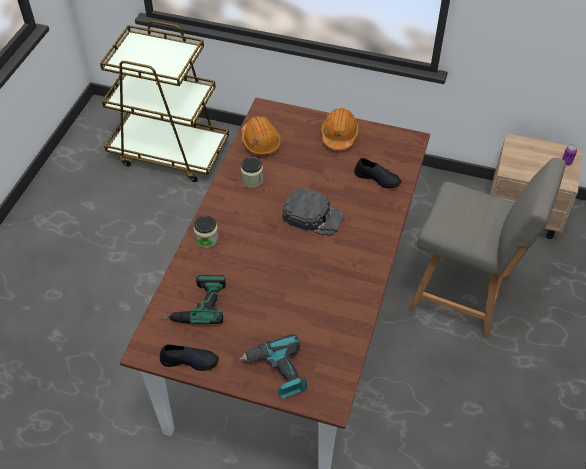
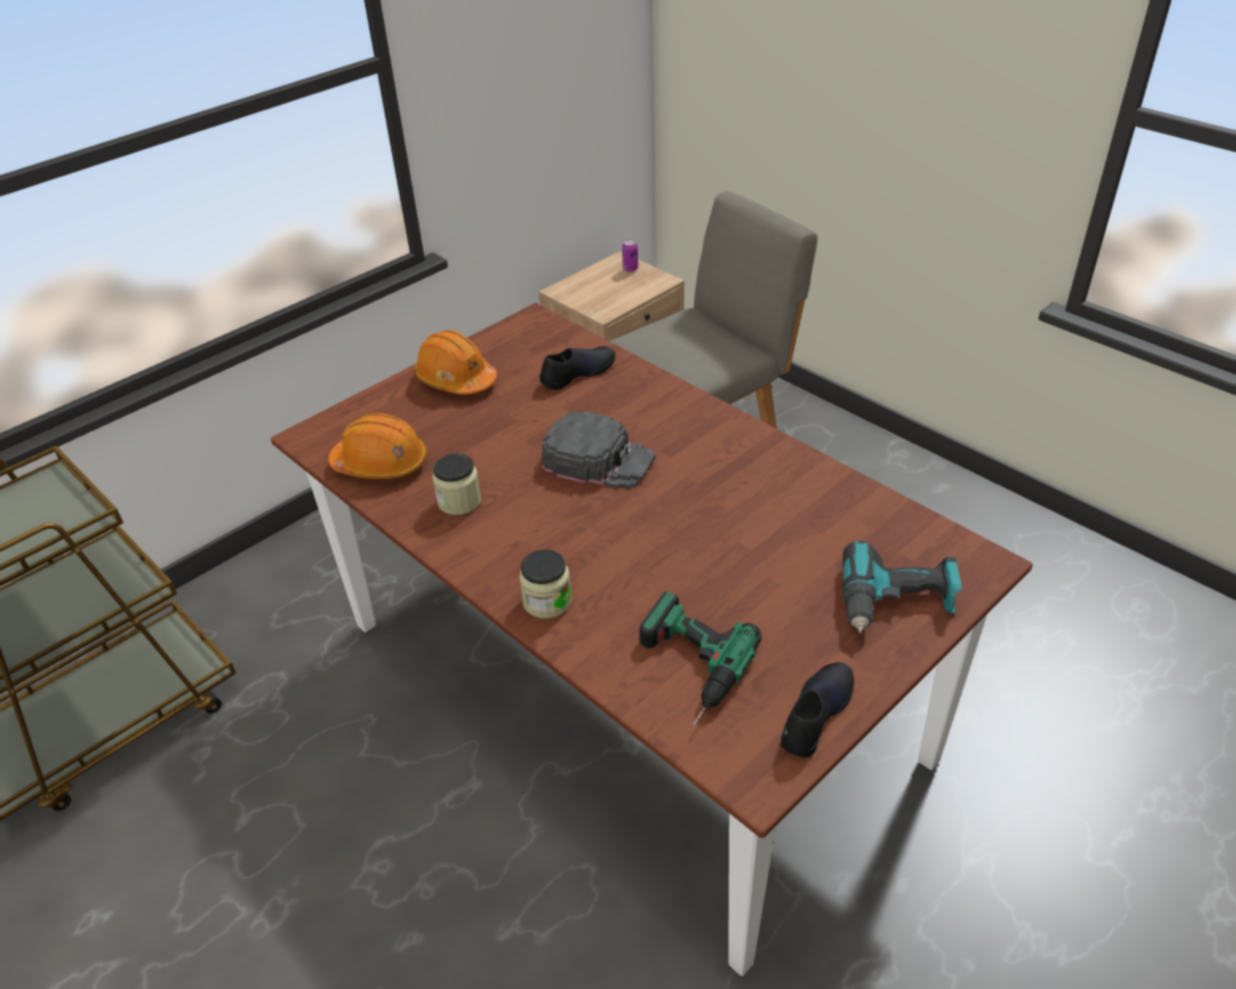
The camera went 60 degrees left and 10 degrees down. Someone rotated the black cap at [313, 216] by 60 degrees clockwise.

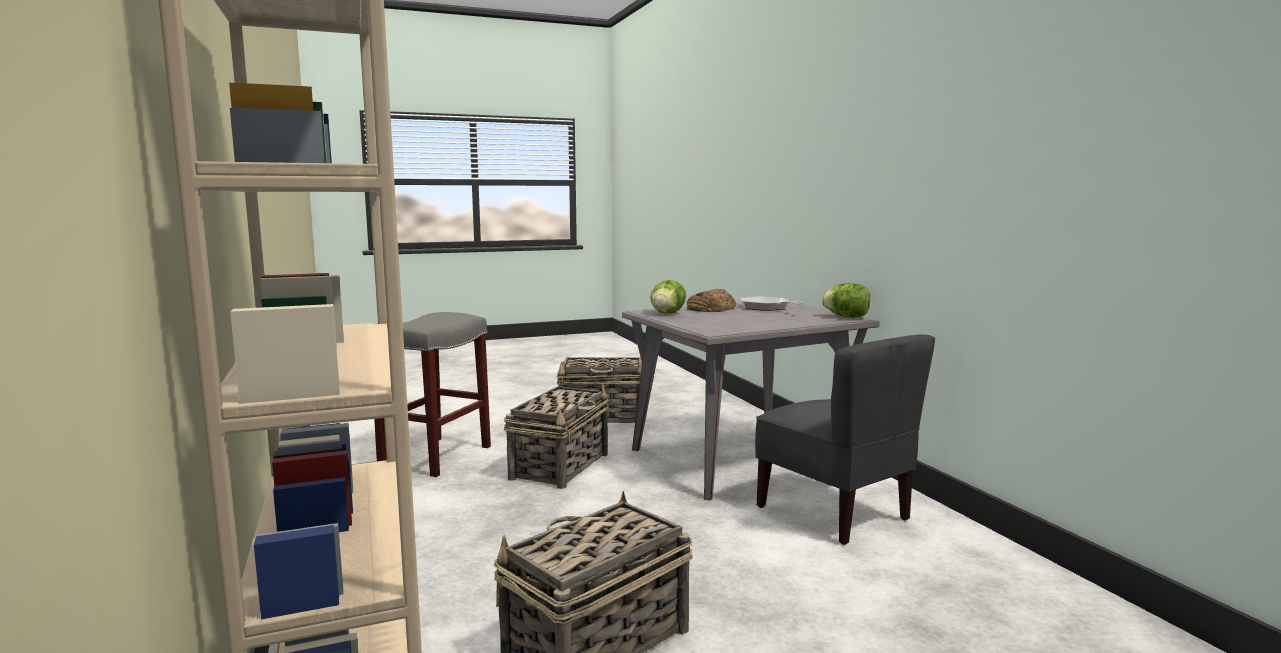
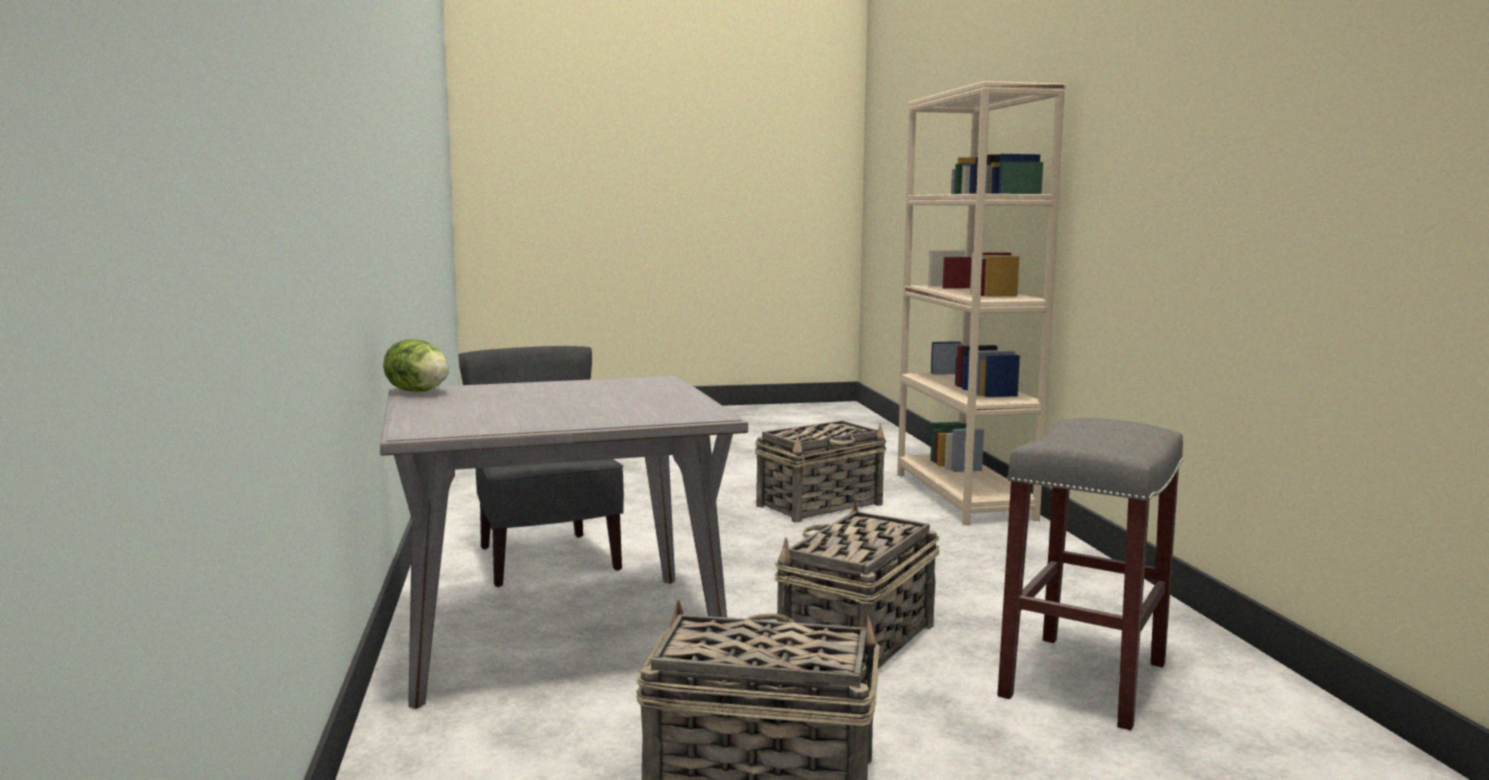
The camera went 170 degrees left and 0 degrees up. Someone took away the lettuce at [667, 313]. Someone took away the bread at [711, 308]. Someone took away the frying pan at [767, 308].

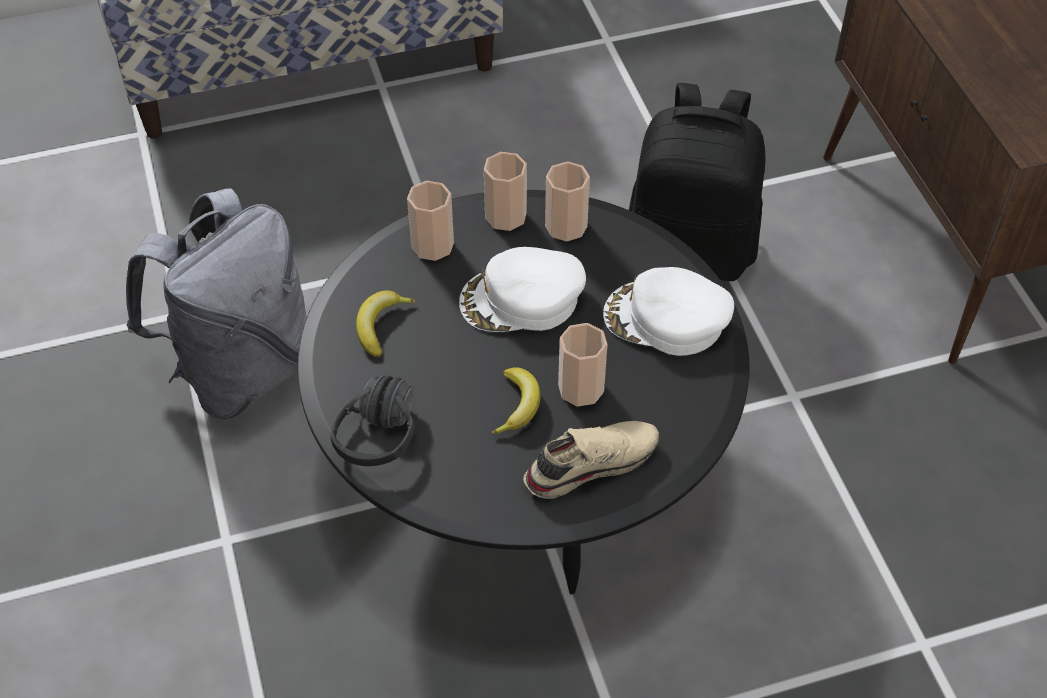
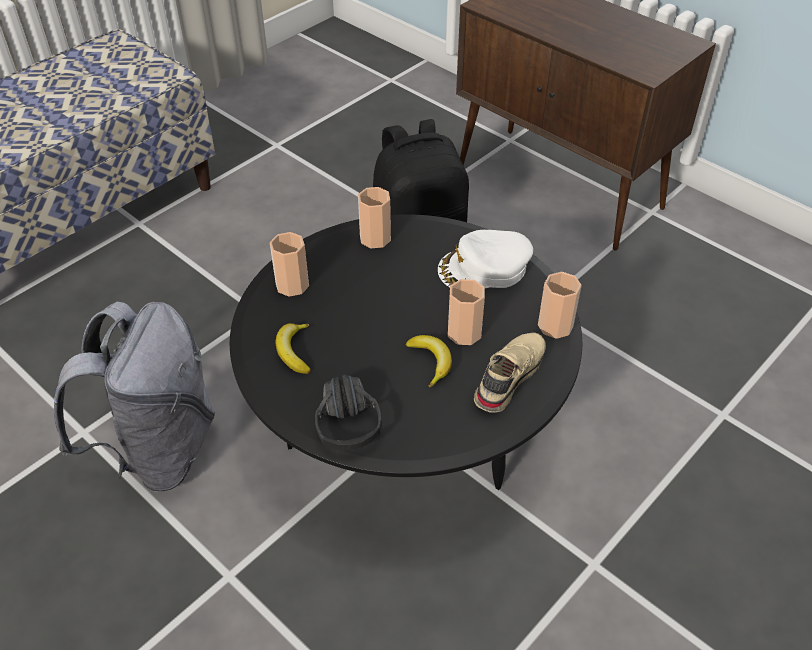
The camera went 30 degrees left and 5 degrees down. Someone took away the white cap at [522, 299]. Someone carried the cup from [505, 216] to [555, 326].

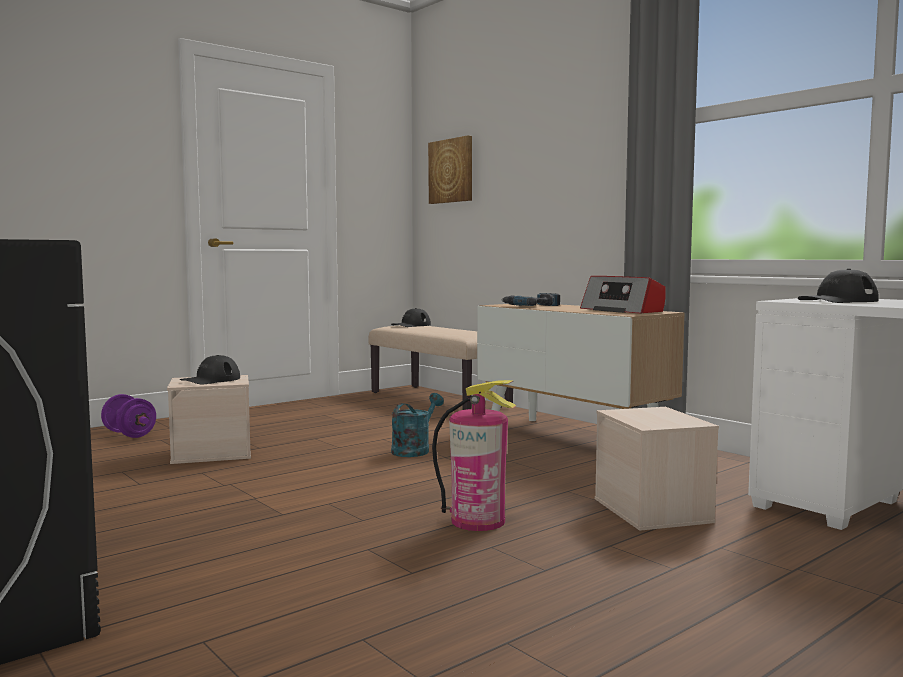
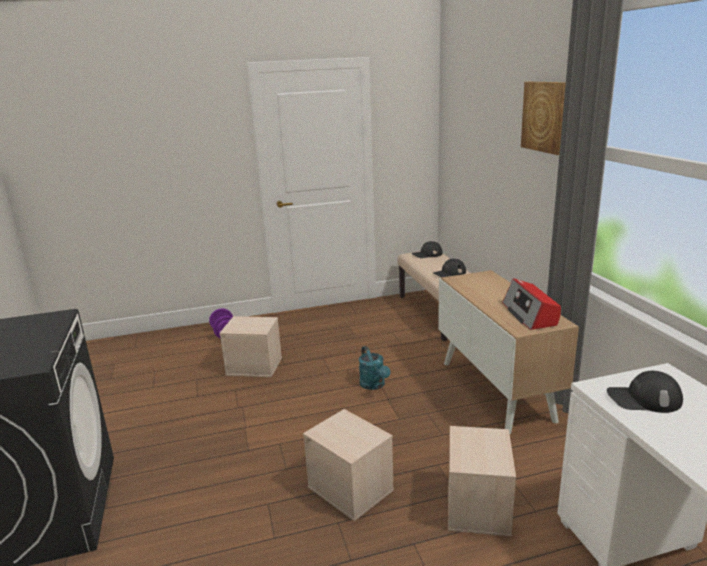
The camera went 25 degrees right and 15 degrees up. Someone took away the power drill at [531, 306]. Someone carried the black cap from [210, 380] to [449, 273]. Someone carried the picture from [451, 171] to [545, 116]. Someone swapped the fire extinguisher at [478, 521] for the beige storage box at [351, 488]. Someone rotated the turquoise watering can at [414, 450] by 105 degrees clockwise.

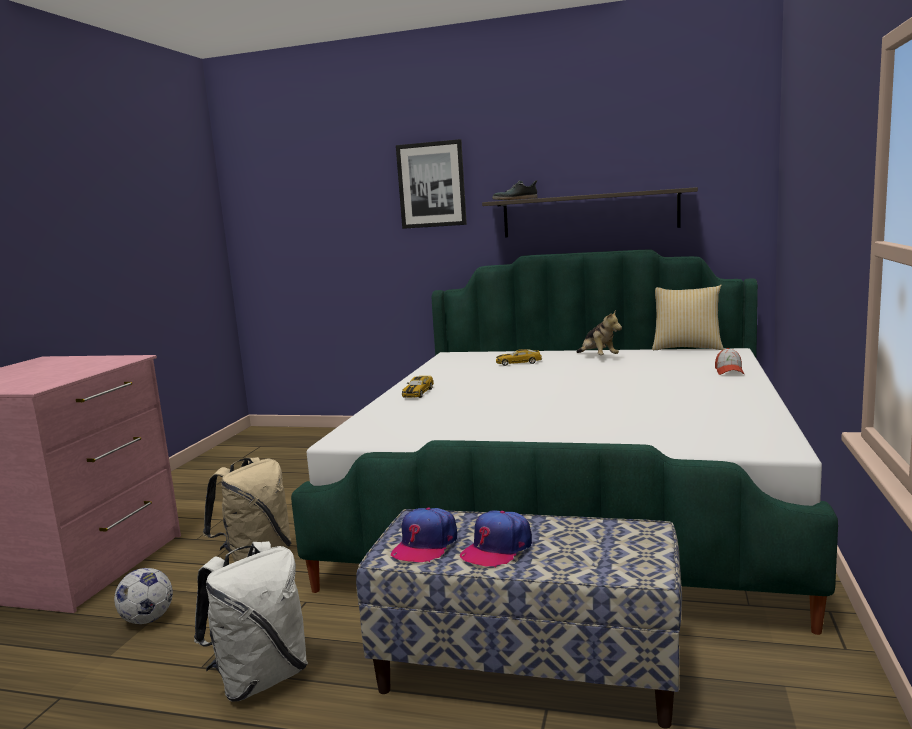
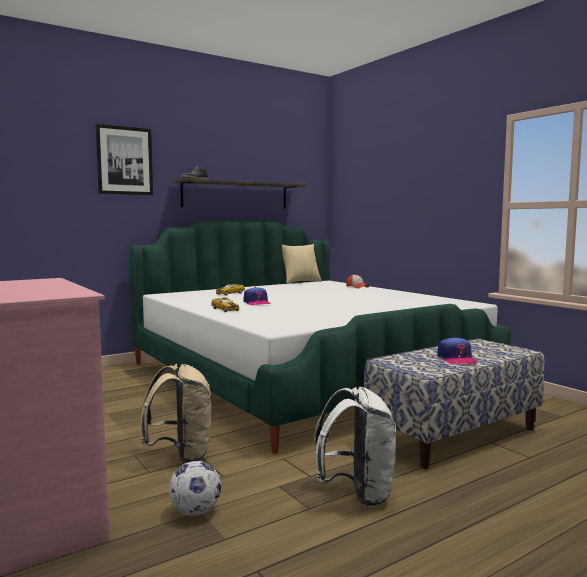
The camera went 50 degrees left and 5 degrees down. Someone took away the plush toy at [598, 357]. Someone carried the cap from [425, 545] to [257, 303].

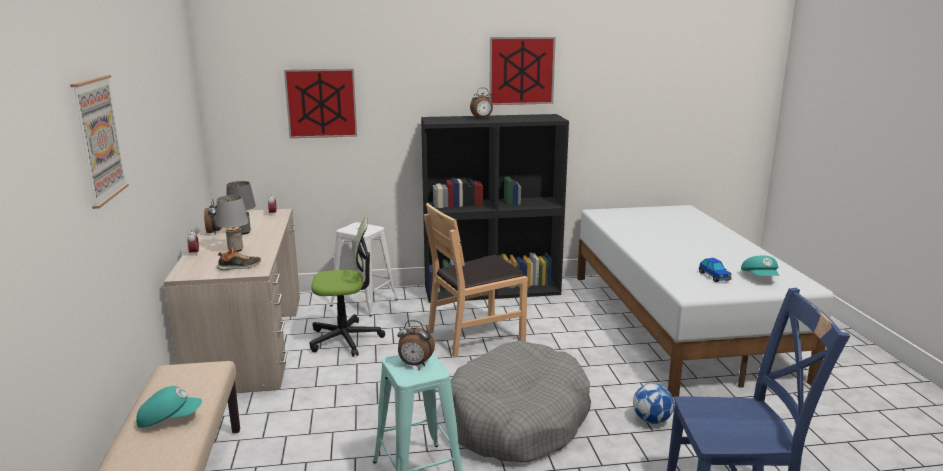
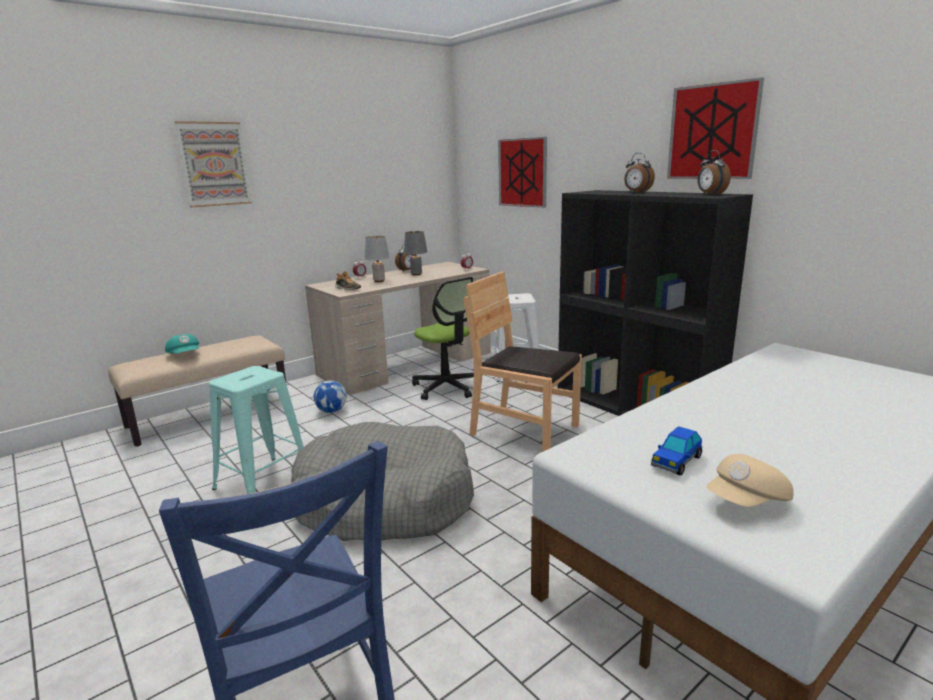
The camera went 60 degrees right and 0 degrees up. Someone carried the alarm clock from [415, 364] to [710, 194]. Someone carried the football from [651, 420] to [331, 411]. Someone repainted the turquoise cap at [760, 277], which became the beige cap at [747, 502].

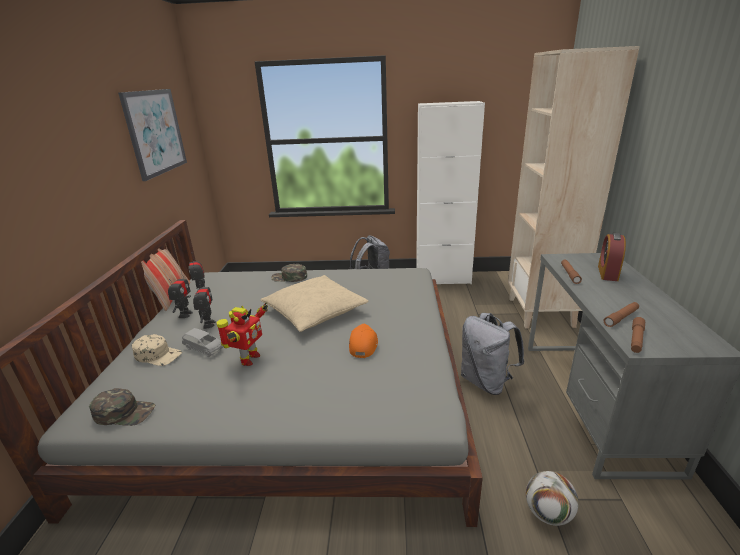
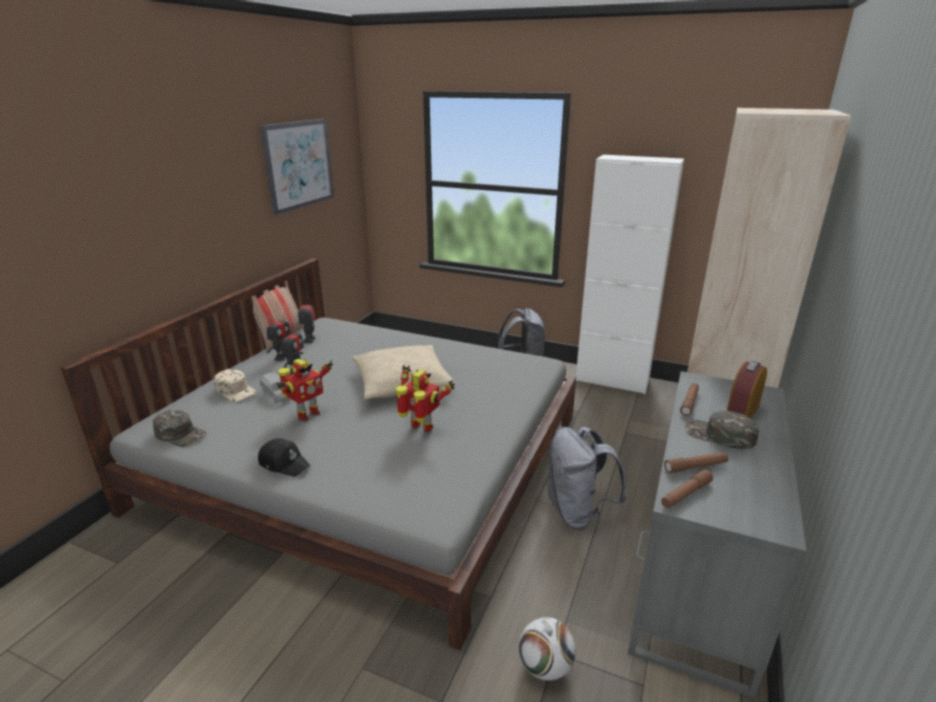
The camera went 20 degrees right and 0 degrees up. Someone put down the black cap at [284, 463]. Someone carried the green cap from [289, 277] to [719, 435]. Someone swapped the orange cap at [363, 344] for the toy robot at [421, 428].

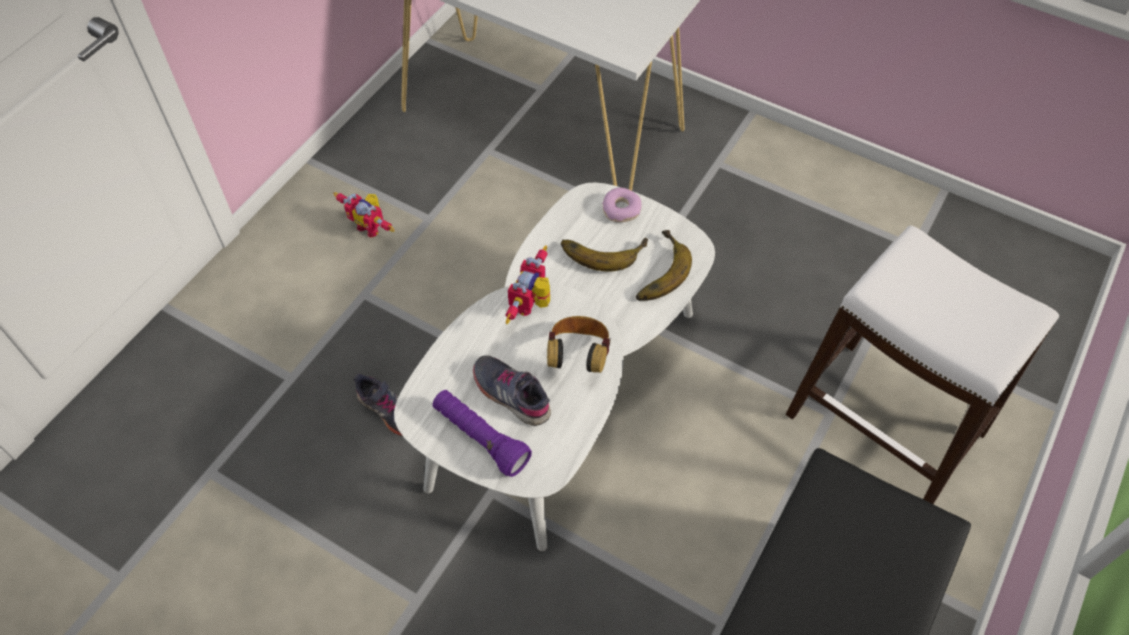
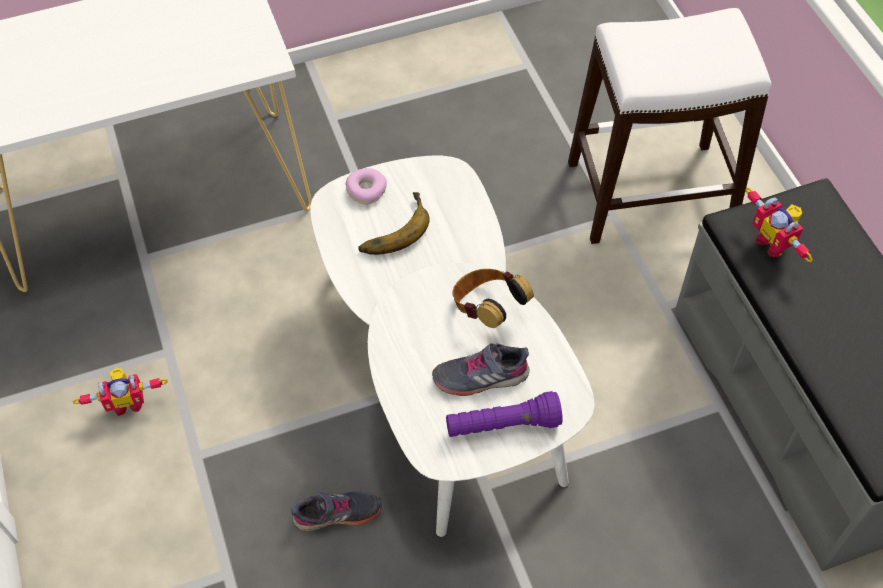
The camera went 50 degrees left and 0 degrees up. Someone took away the banana at [655, 270]. Someone carried the toy robot from [533, 305] to [774, 243].

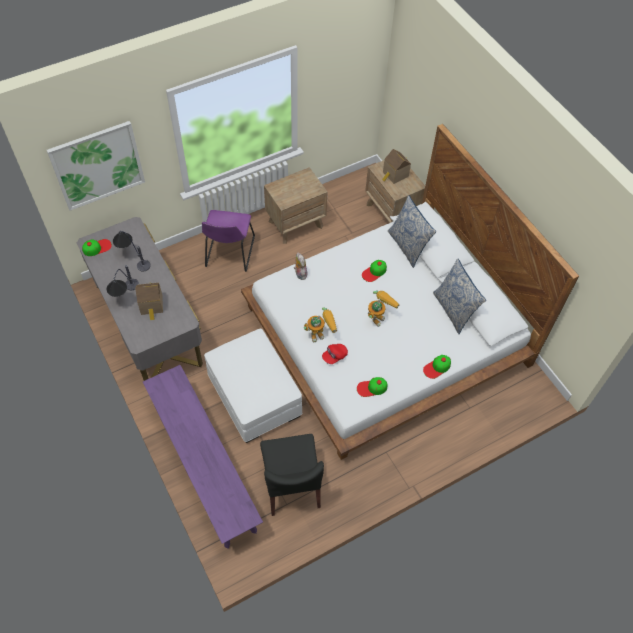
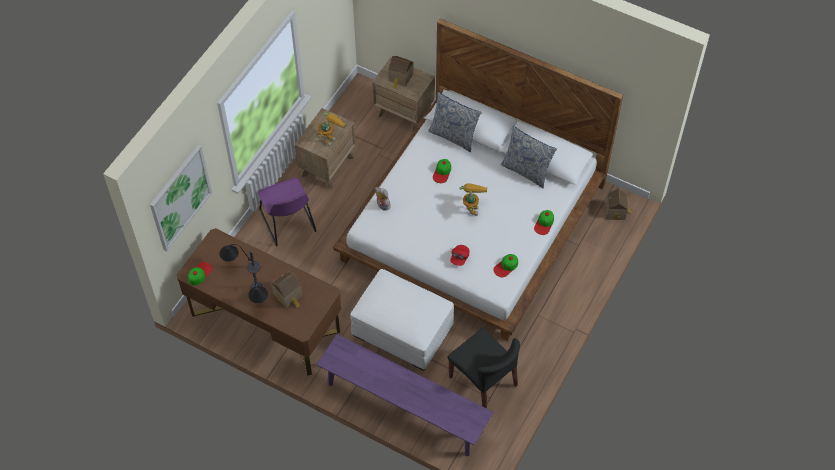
The camera went 30 degrees left and 0 degrees up. Someone put down the toy house at [616, 211]. Someone carried the toy robot from [321, 333] to [330, 136]. Someone repainted the grey desk at [148, 324], which became the brown desk at [265, 322].

